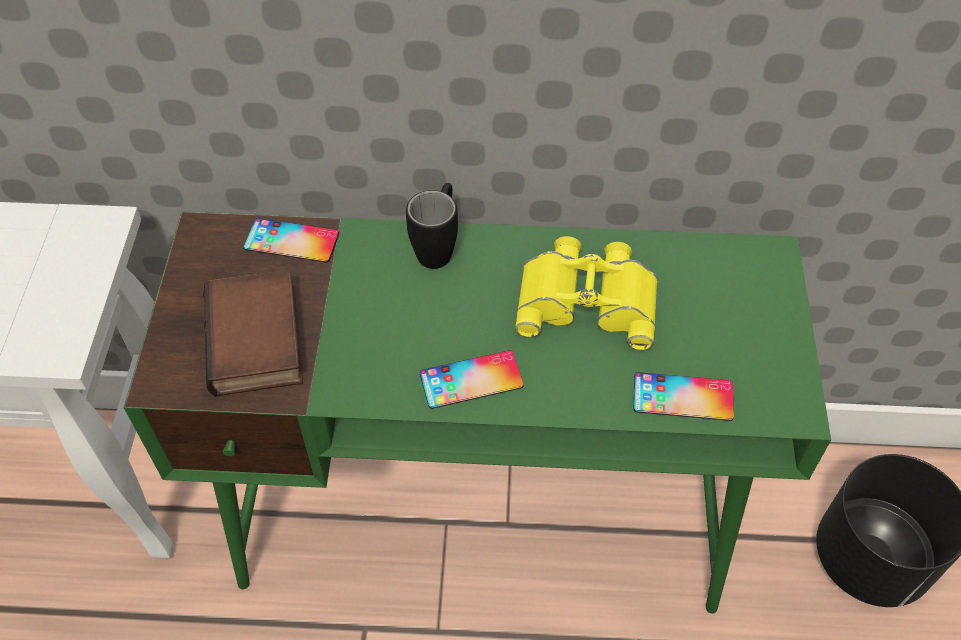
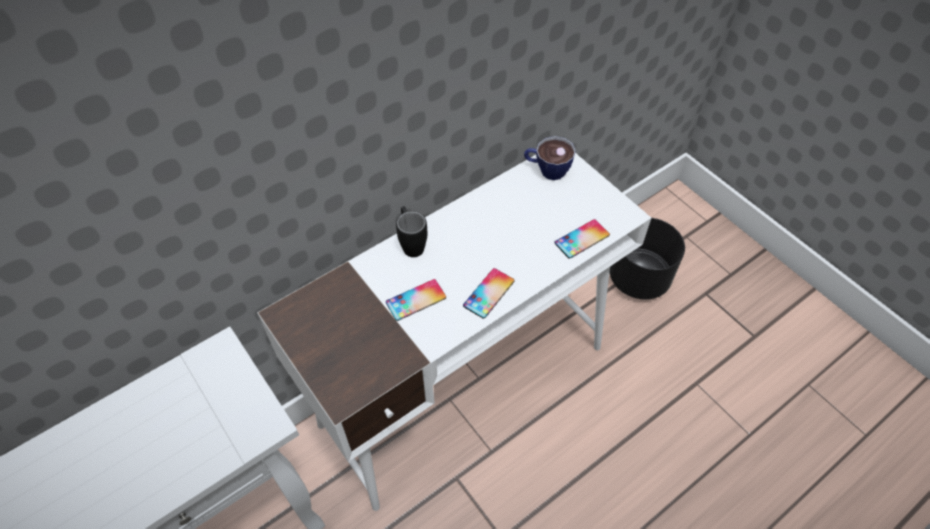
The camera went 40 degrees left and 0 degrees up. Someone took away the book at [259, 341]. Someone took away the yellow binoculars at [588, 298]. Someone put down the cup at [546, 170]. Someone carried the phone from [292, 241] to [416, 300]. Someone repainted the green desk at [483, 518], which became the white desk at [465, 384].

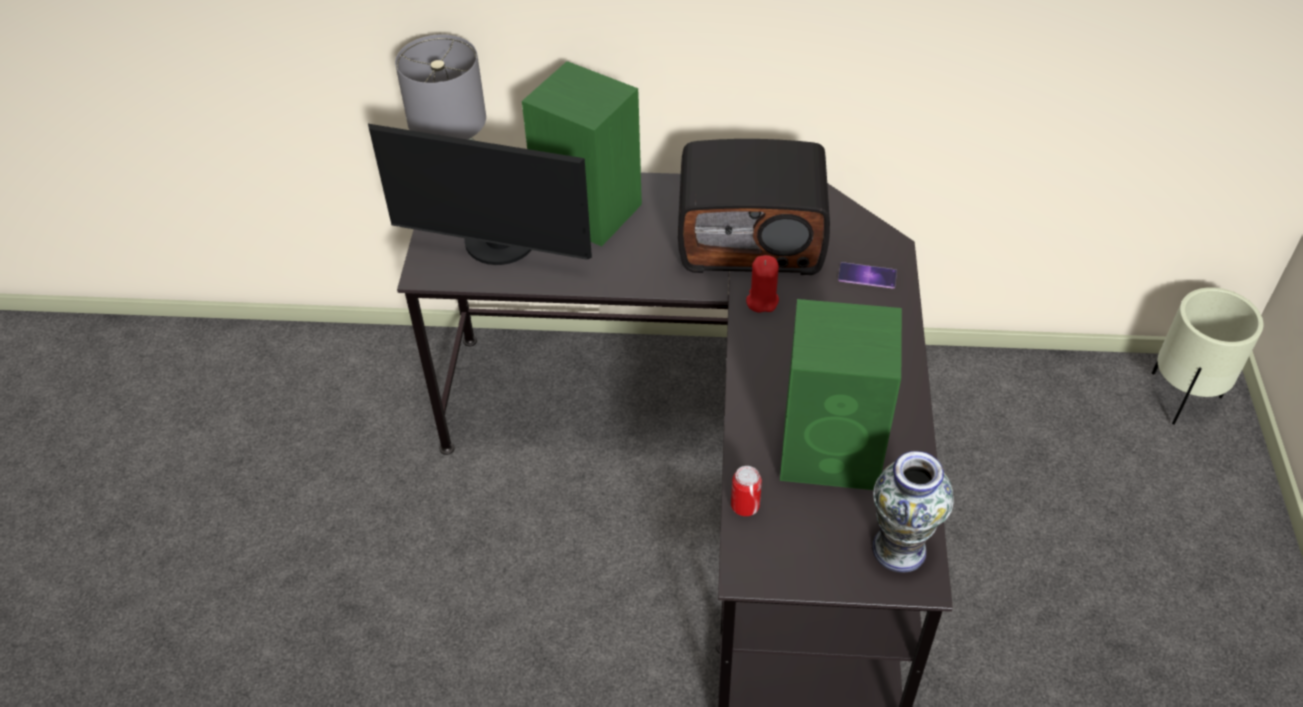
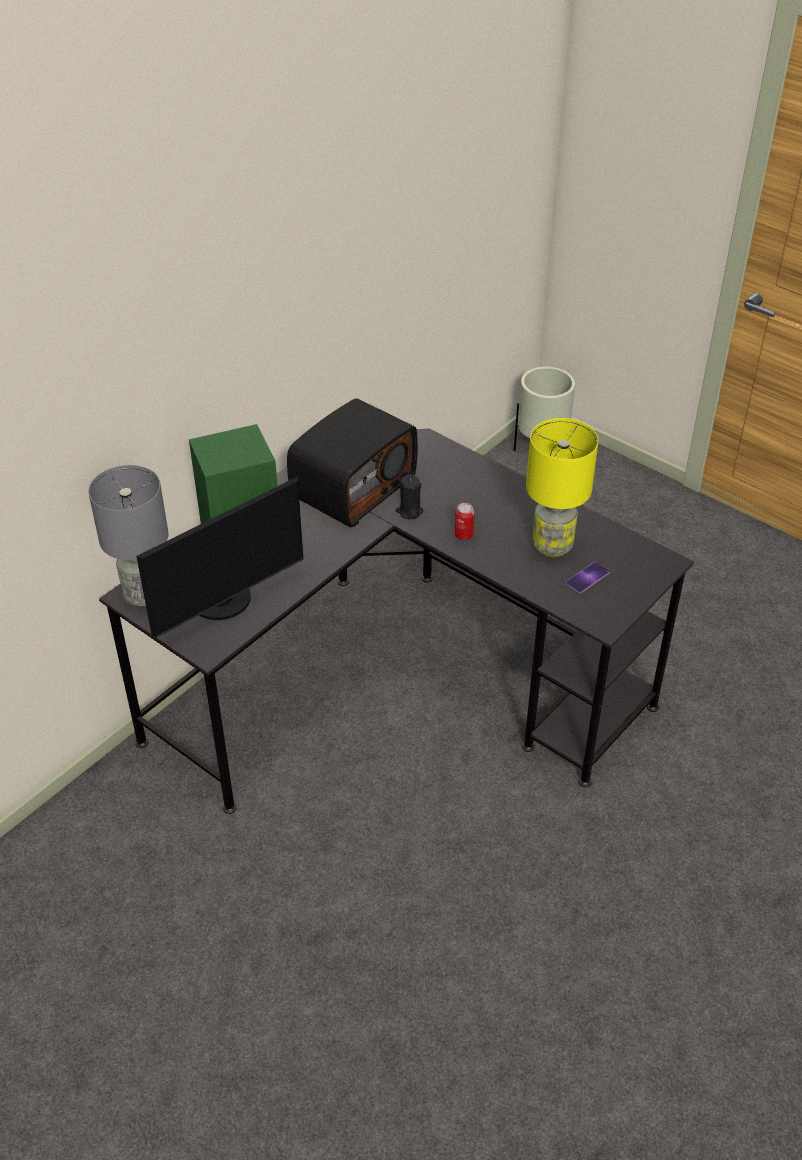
The camera went 55 degrees left and 5 degrees down. Someone took away the vase at [898, 548]. Someone carried the can from [745, 506] to [463, 534]. Someone carried the phone from [867, 276] to [587, 577]. Someone swapped the green speaker at [833, 451] for the yellow table lamp at [552, 545]. Someone repainted the red candle at [762, 301], which became the black candle at [409, 511].

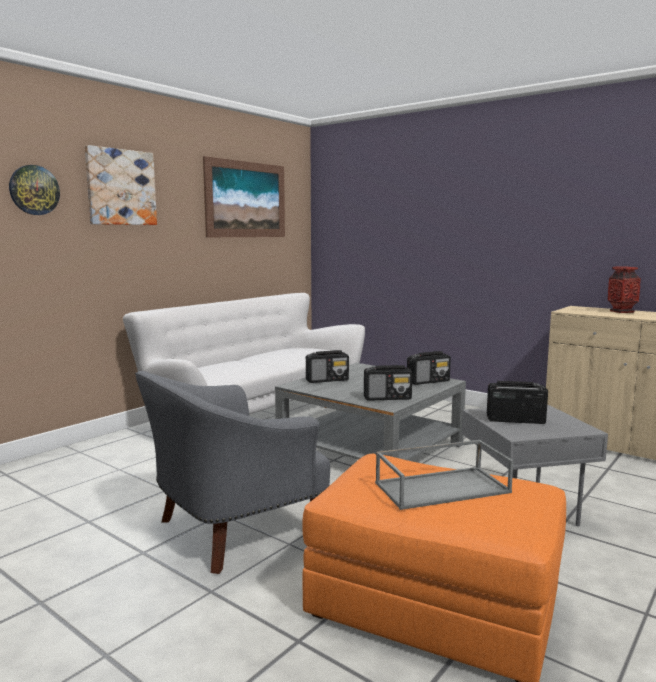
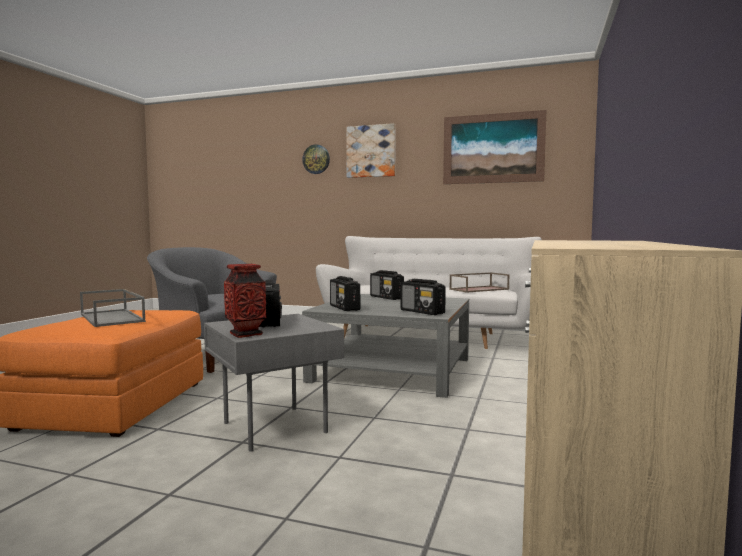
The camera went 70 degrees right and 5 degrees down. Someone put down the brown tray at [479, 289]. Someone carried the vase from [621, 312] to [245, 334].

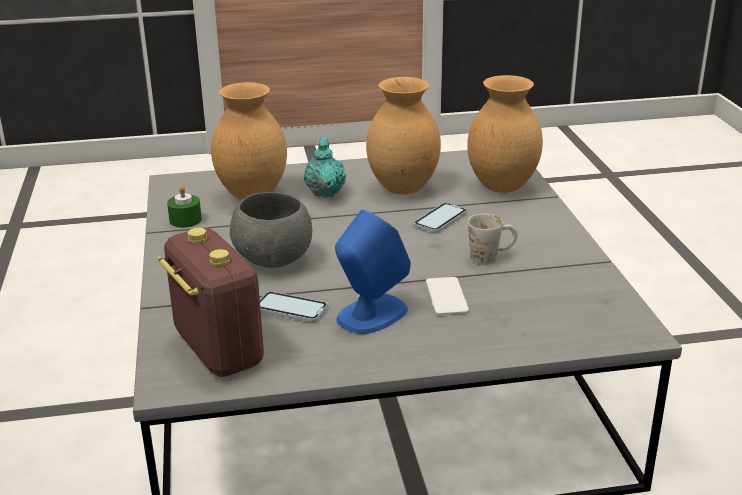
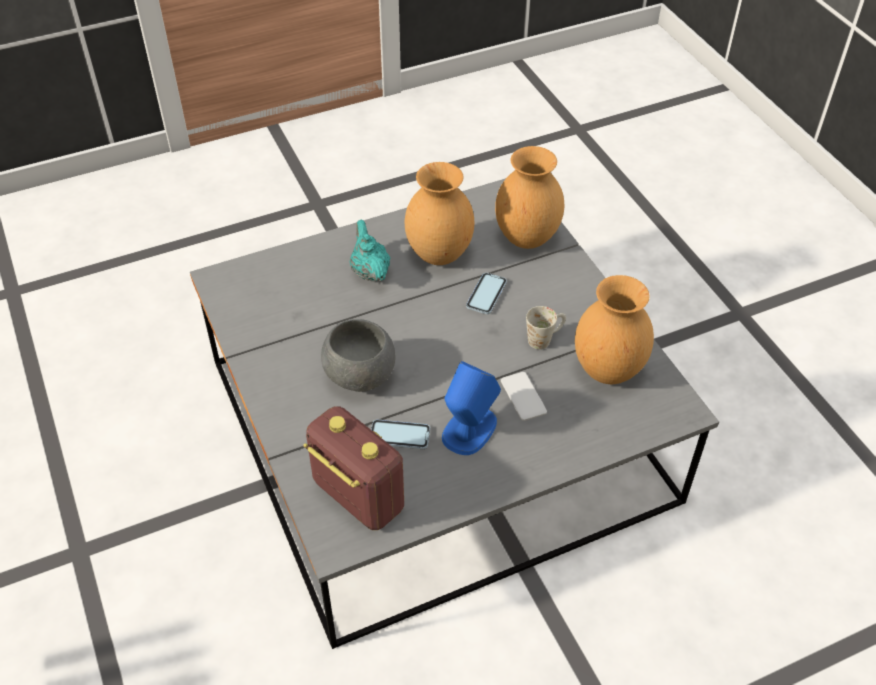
The camera went 15 degrees left and 20 degrees up. Someone took away the green candle at [185, 220]. Someone carried the brown vase from [252, 194] to [607, 370].

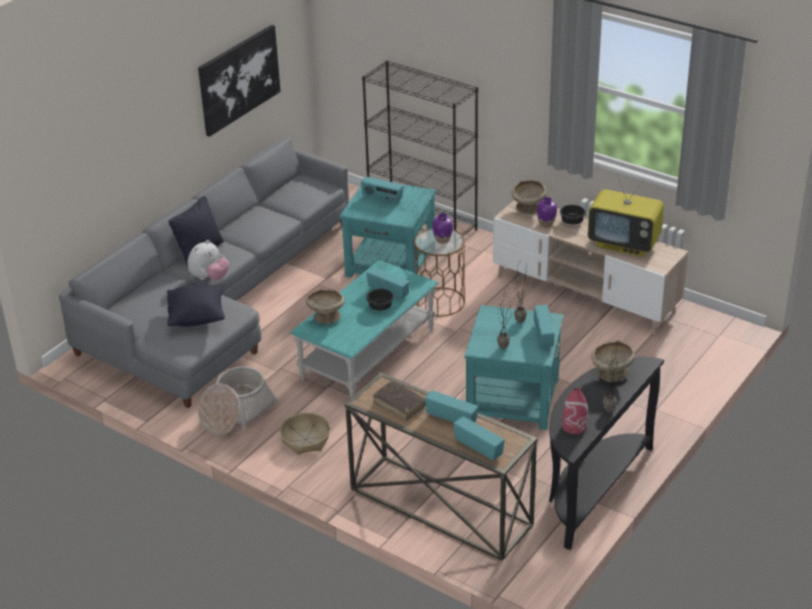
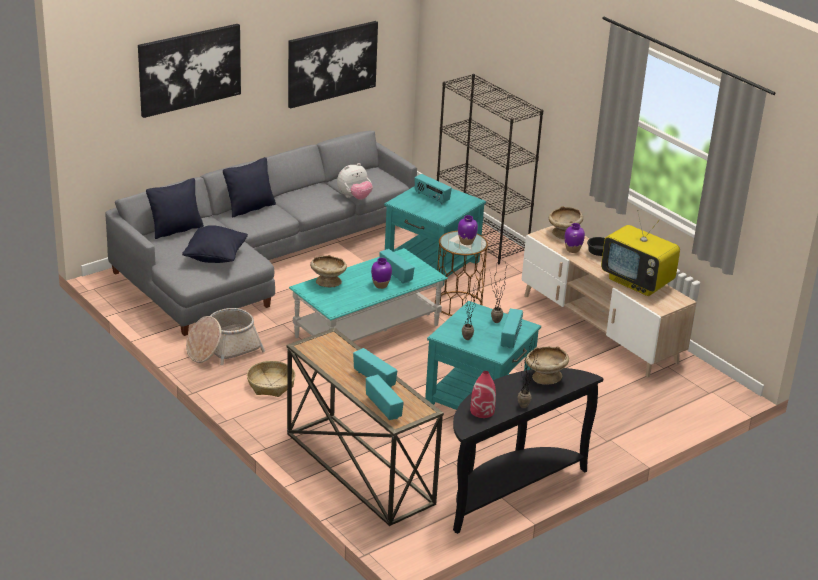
The camera went 15 degrees right and 5 degrees down. Someone took away the brown book at [399, 404]. Someone put up the picture at [189, 69]. Someone put down the black pillow at [176, 230]. Someone carried the plush toy from [209, 278] to [354, 197]. Someone swapped the black bowl at [379, 307] for the purple vase at [380, 285].

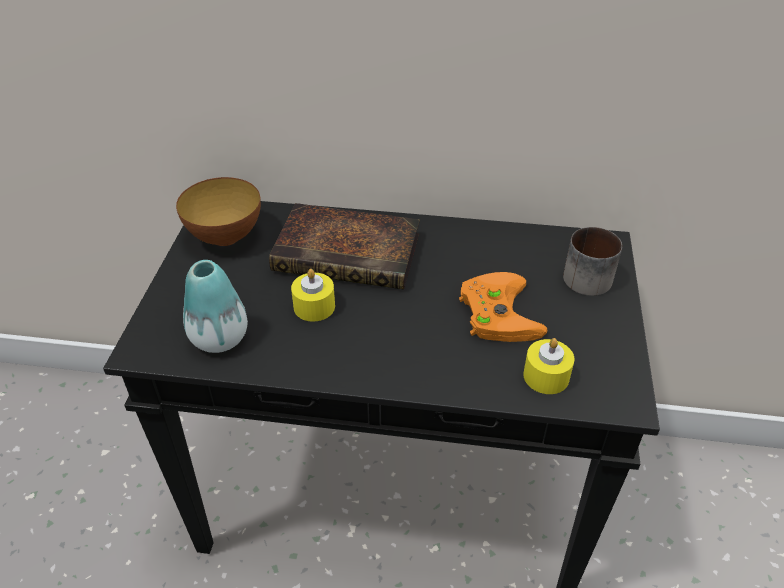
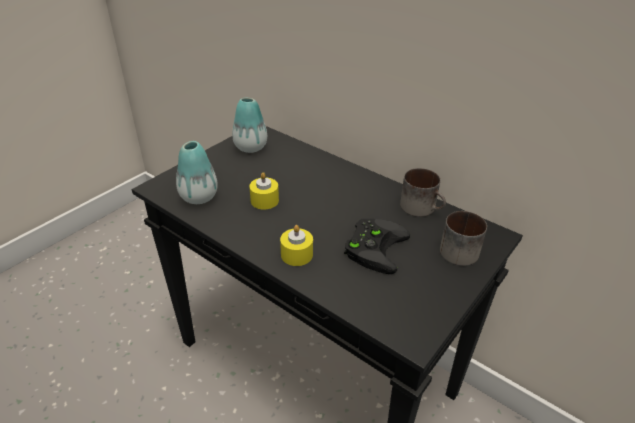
The camera went 30 degrees right and 5 degrees down. Someone took away the book at [351, 253]. Someone put down the mug at [422, 207]. Someone carried the yellow candle from [546, 376] to [296, 254]. Someone swapped the bowl at [225, 237] for the vase at [250, 147]. Someone repainted the orange game controller at [495, 311], which became the black game controller at [374, 246].

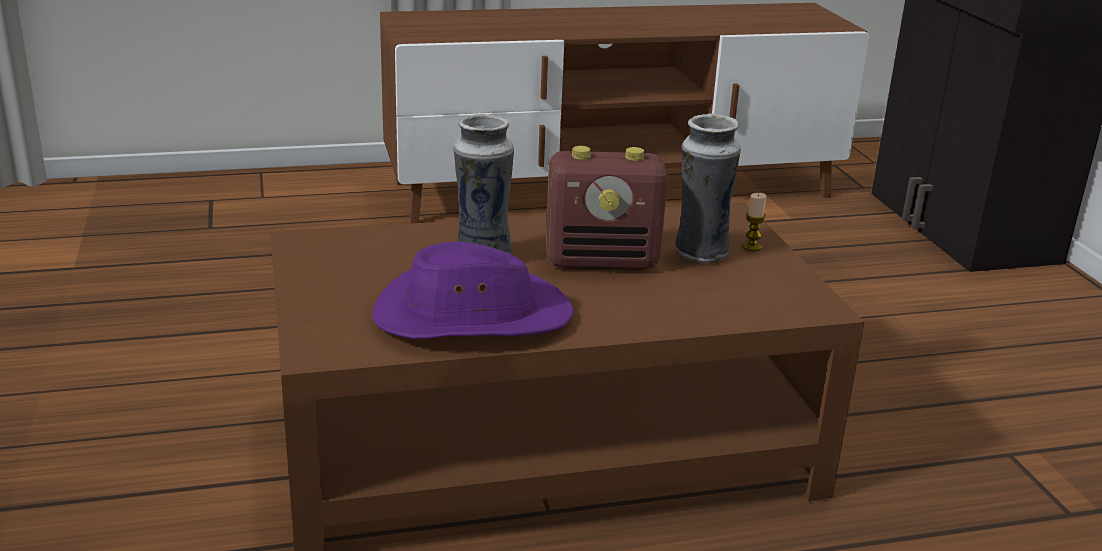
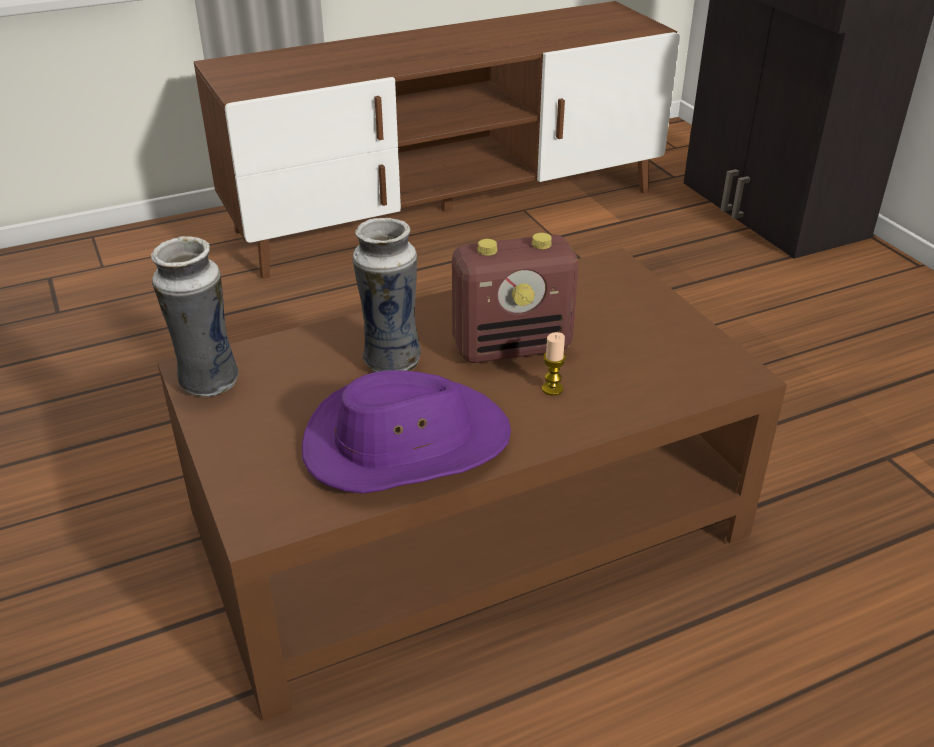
The camera went 10 degrees left and 10 degrees up. Someone carried the vase from [700, 254] to [208, 383]. Someone carried the candle from [751, 247] to [552, 389].

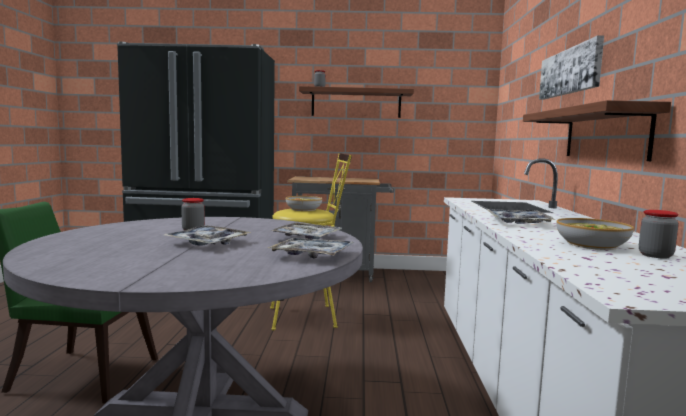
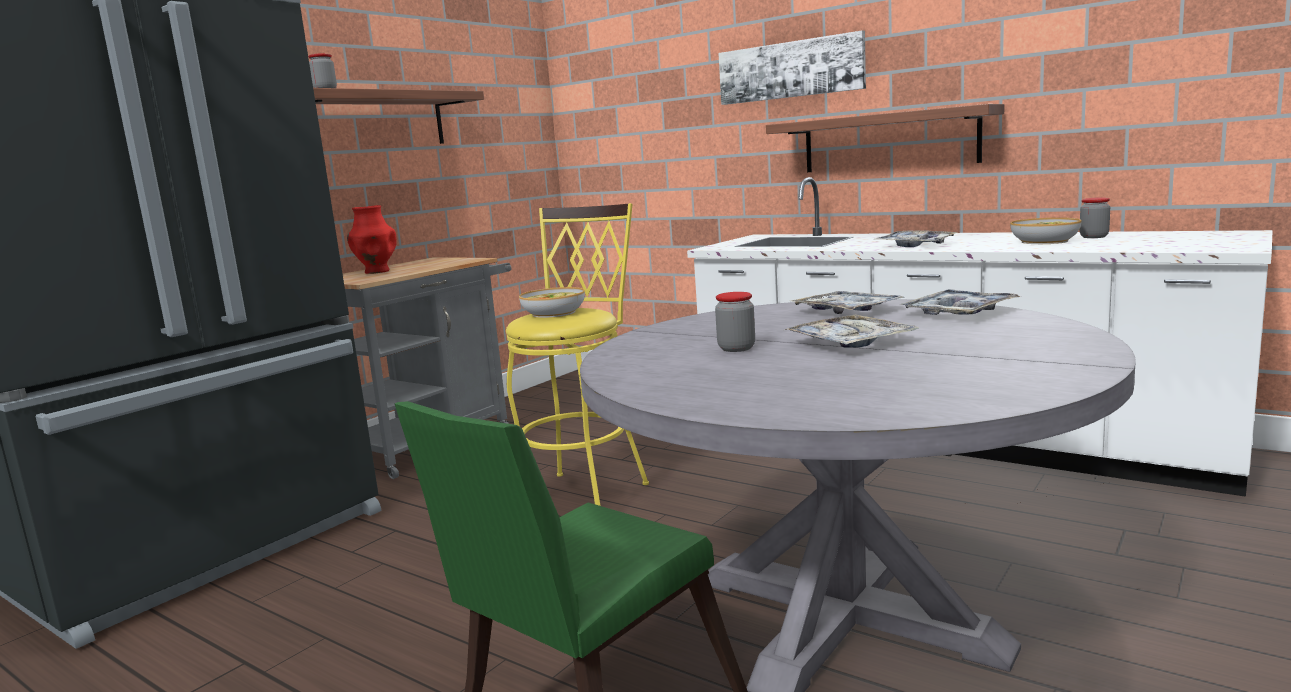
The camera went 55 degrees left and 5 degrees up. Someone put down the red vase at [376, 272].

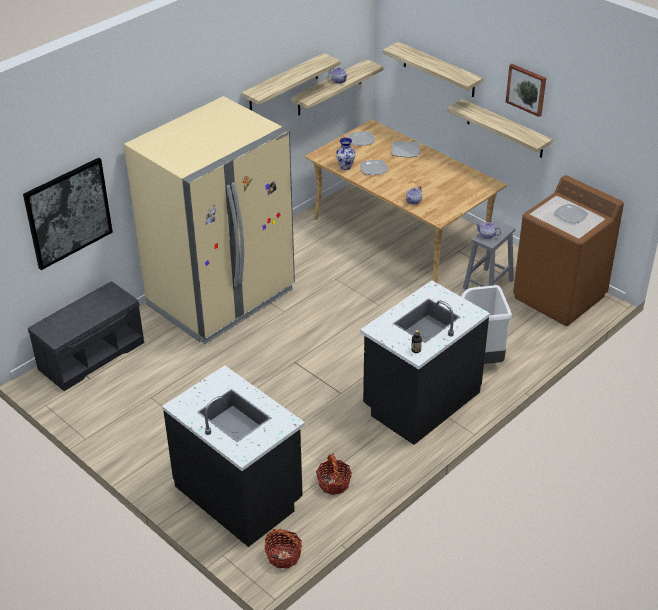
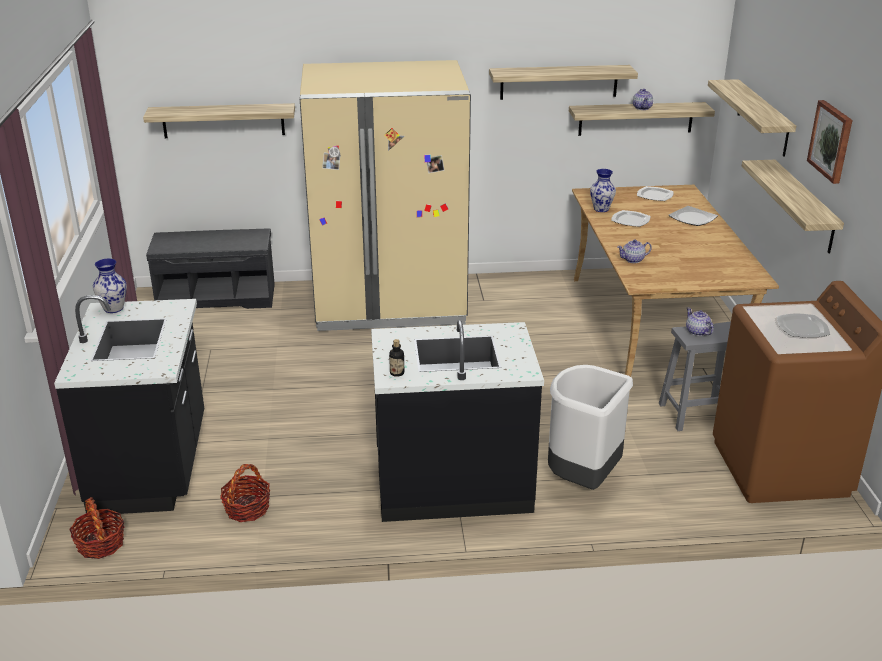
The camera went 40 degrees right and 10 degrees down. Someone put down the vase at [113, 308]. Someone swapped the picture at [68, 213] for the shelf at [223, 120].

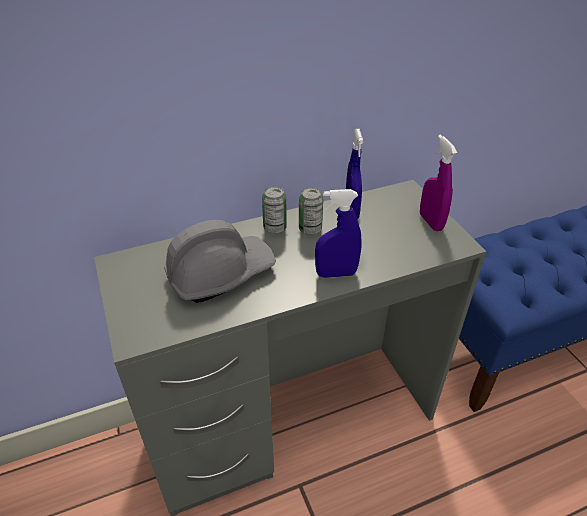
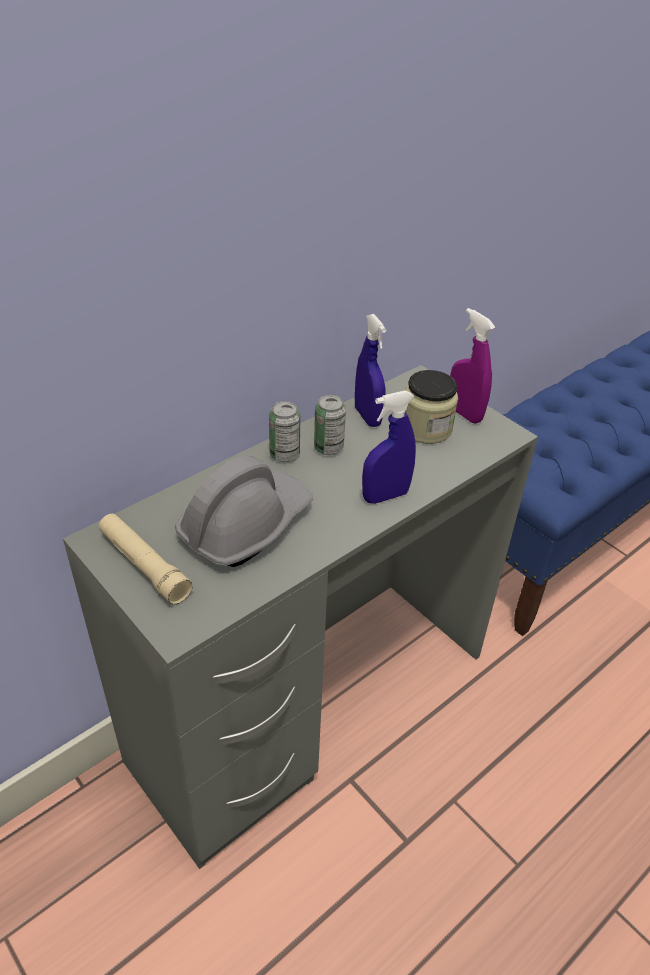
The camera went 20 degrees left and 0 degrees up. Someone put down the beige flashlight at [144, 565]. Someone put down the jar at [426, 428].

